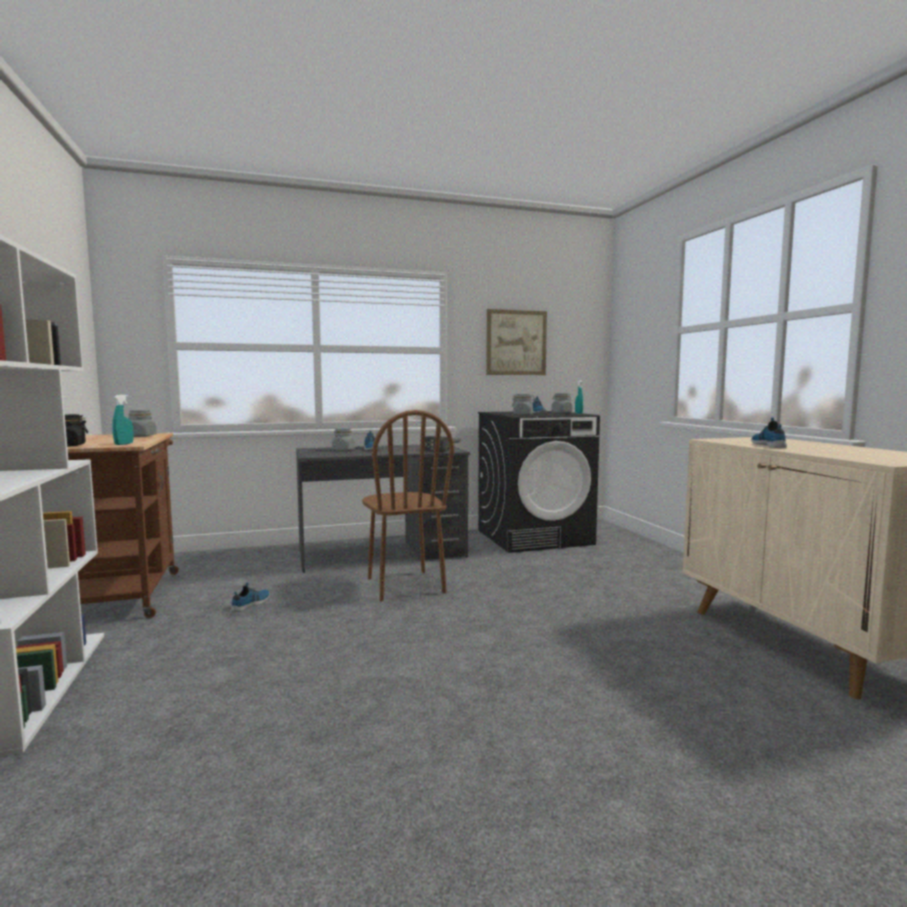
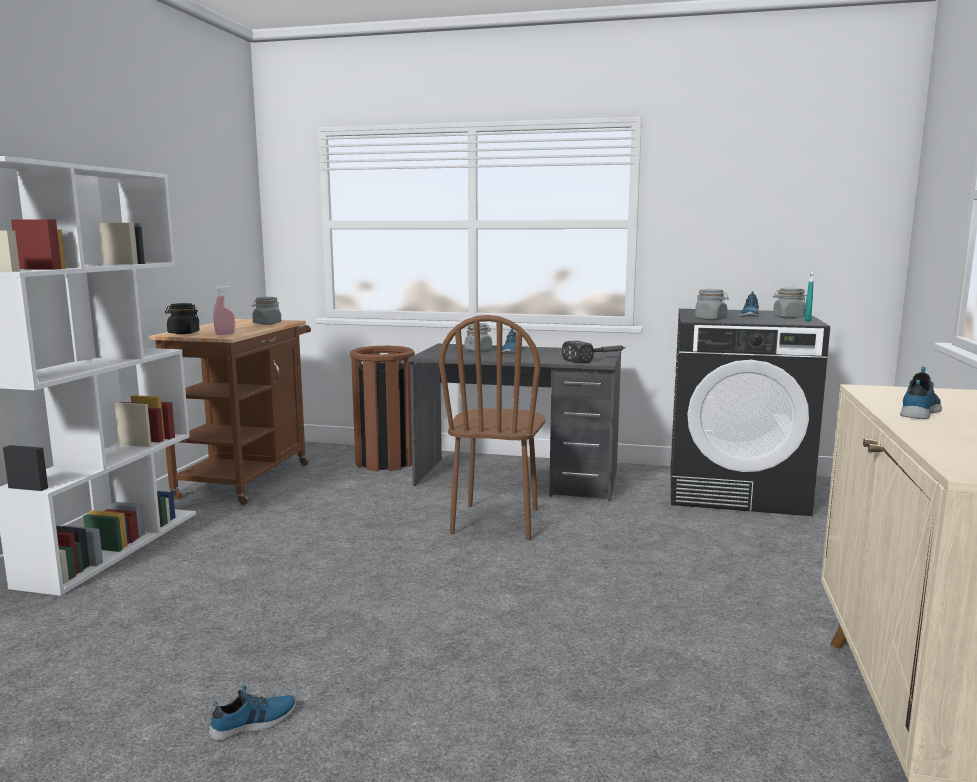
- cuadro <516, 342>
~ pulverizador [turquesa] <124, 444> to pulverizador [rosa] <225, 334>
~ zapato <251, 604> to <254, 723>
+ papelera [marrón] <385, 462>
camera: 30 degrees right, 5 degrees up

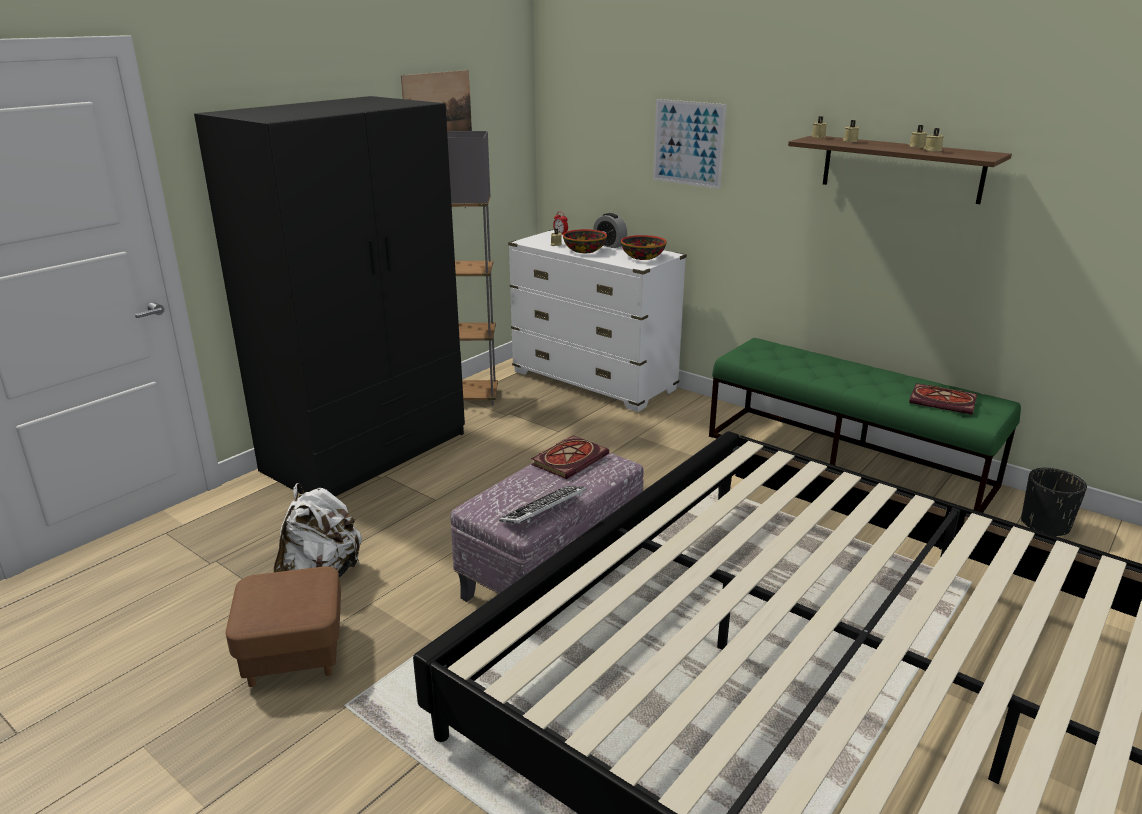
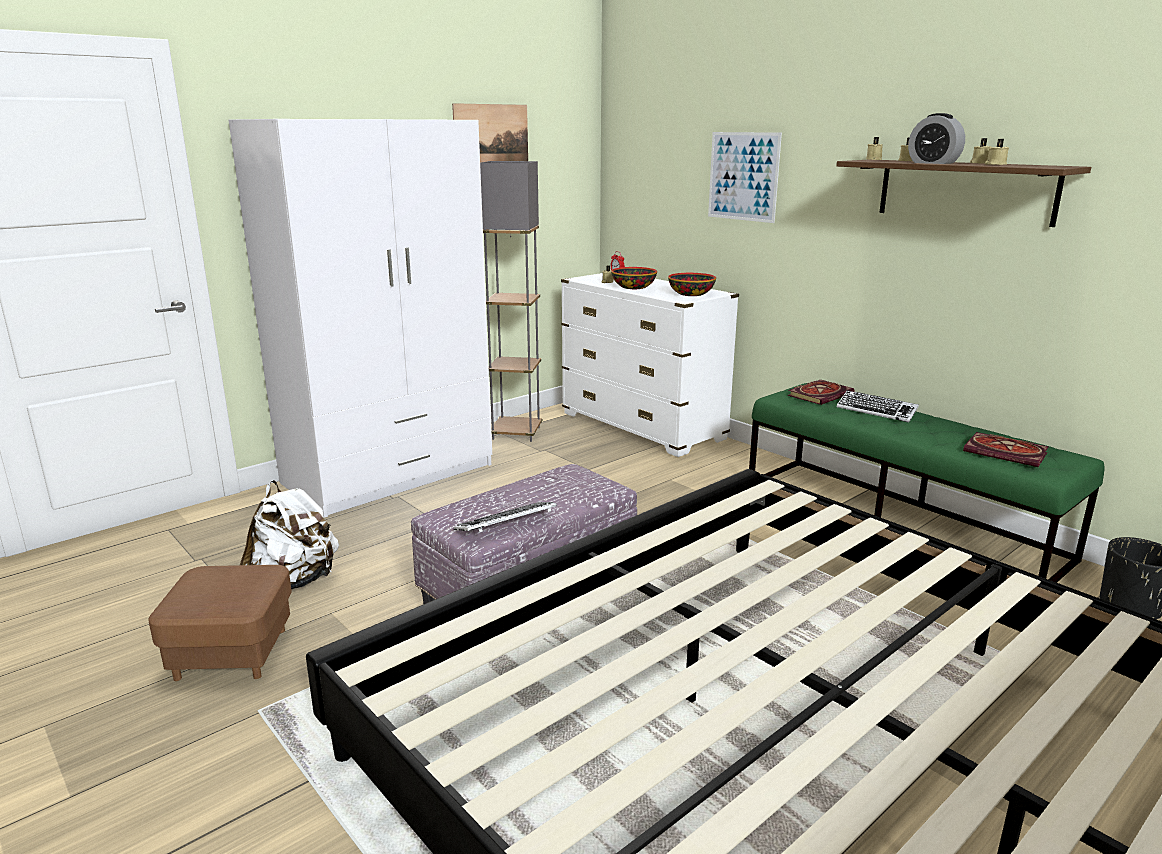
~ armario ropero [negro] <367, 452> to armario ropero [blanco] <390, 474>
~ despertador <609, 245> to <933, 163>
~ libro <570, 459> to <820, 394>
+ teclado <876, 411>
camera: 10 degrees right, 5 degrees down

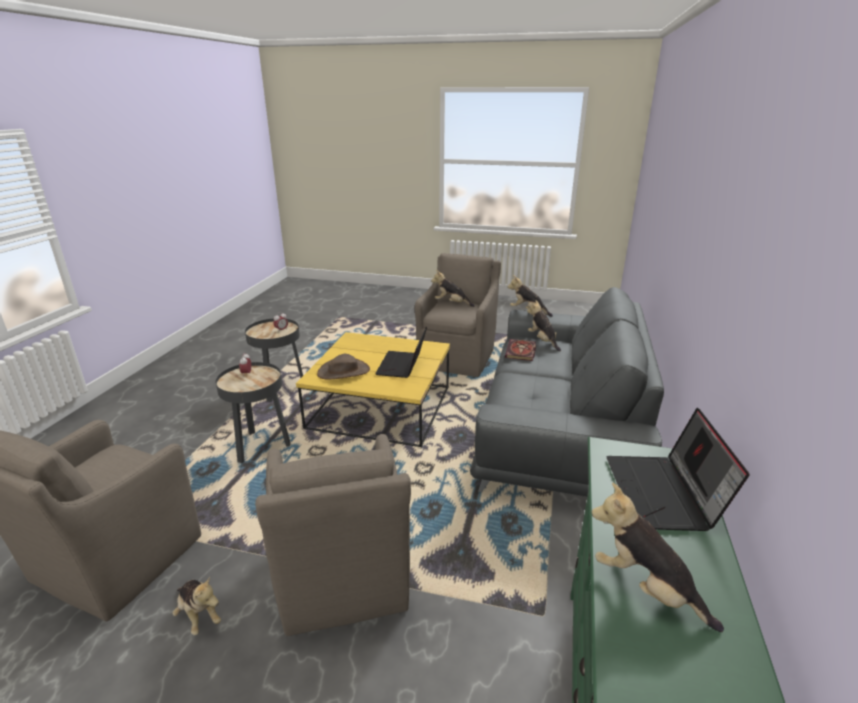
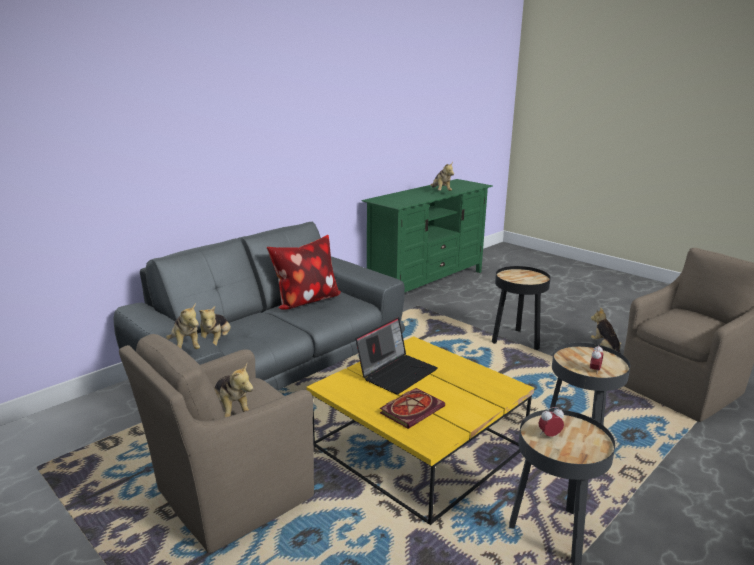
~ libro <521, 352> to <412, 409>
- sombrero [marrón] <343, 371>
- portátil <664, 494>
~ sillón [marrón] <342, 579> to mesa auxiliar [negro] <516, 340>
+ cojín <306, 301>
camera: 150 degrees left, 5 degrees down

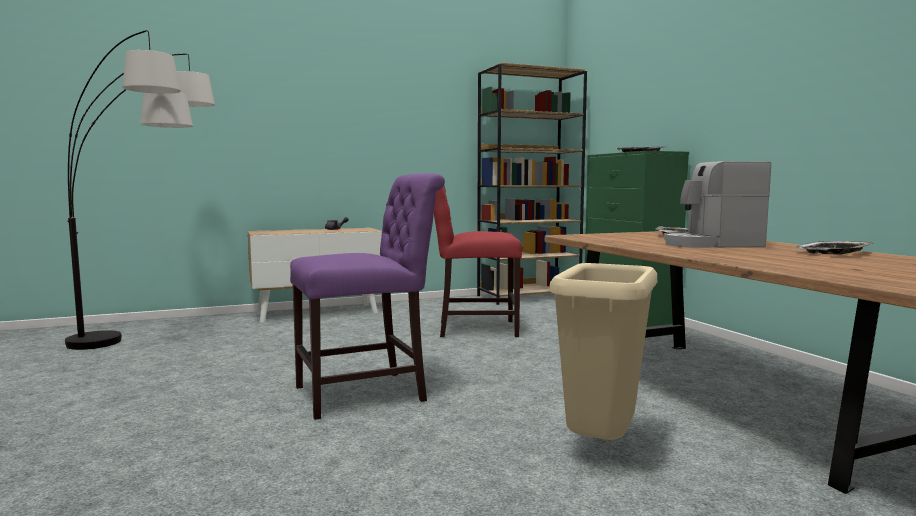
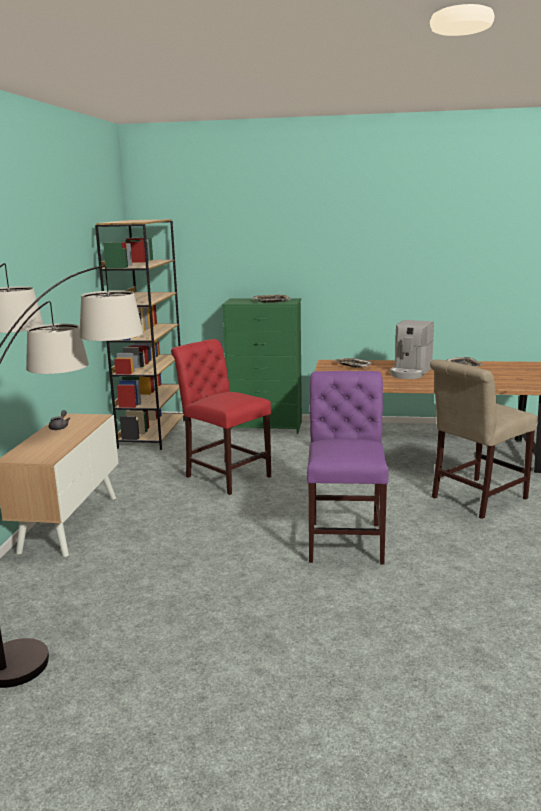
~ silla [rojo] <472, 328> = <225, 475> 105 degrees clockwise
~ papelera [beis] <599, 446> to silla [beis] <475, 499>
camera: 60 degrees left, 10 degrees up

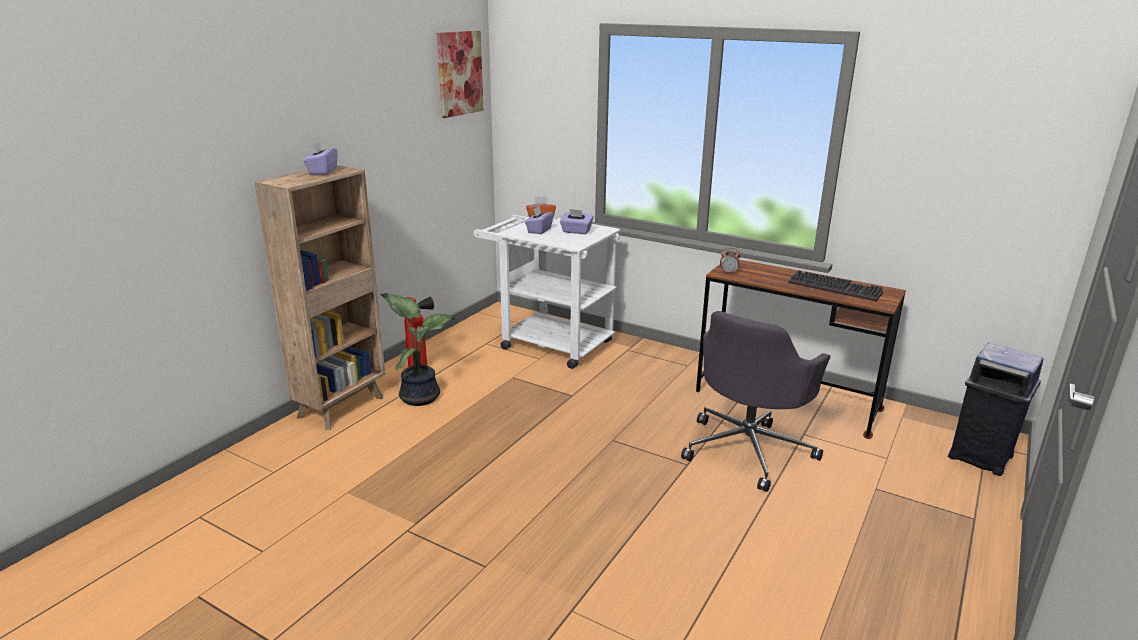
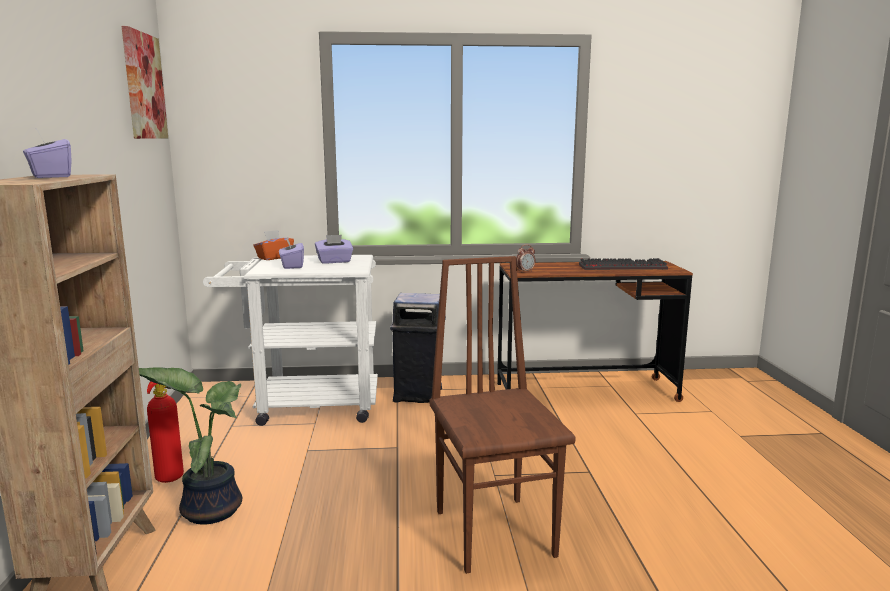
- silla de oficina [gris] <748, 449>
~ papelera [azul] <981, 457> to <419, 395>
+ silla [marrón] <496, 532>
camera: 35 degrees left, 10 degrees down

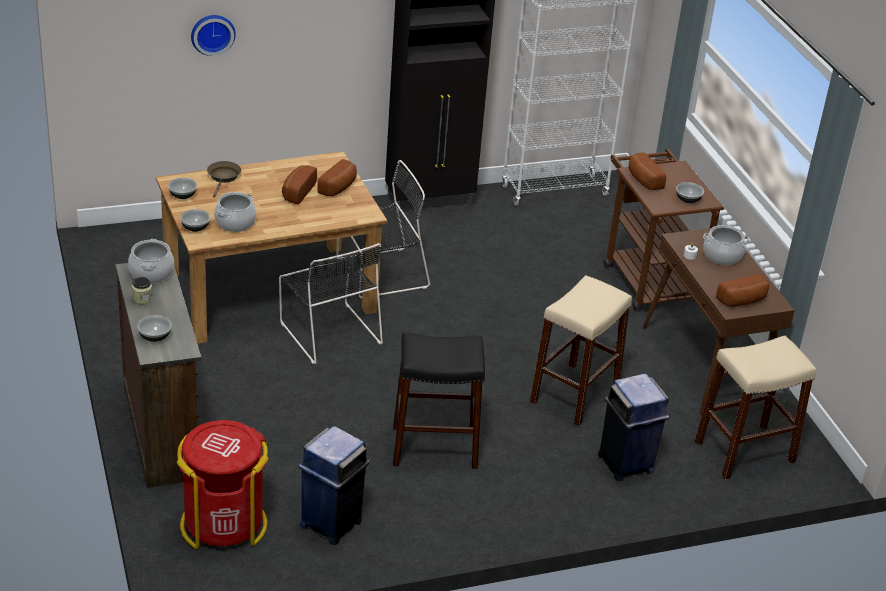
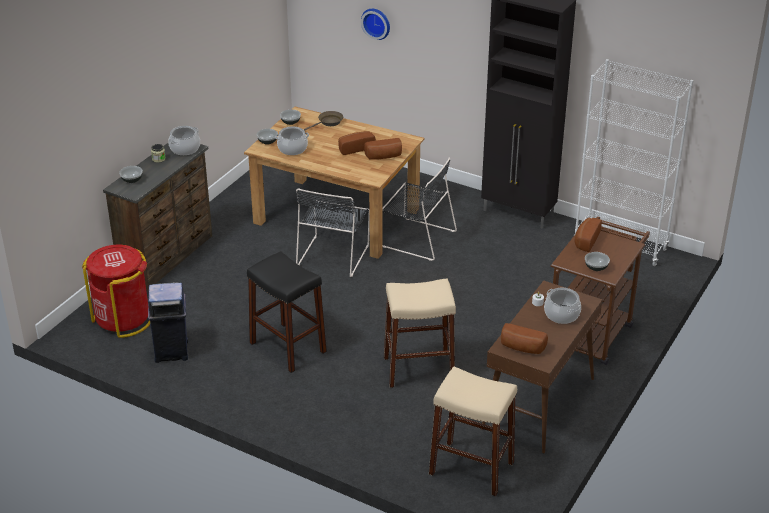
- papelera [azul] <626, 464>
camera: 50 degrees right, 0 degrees up

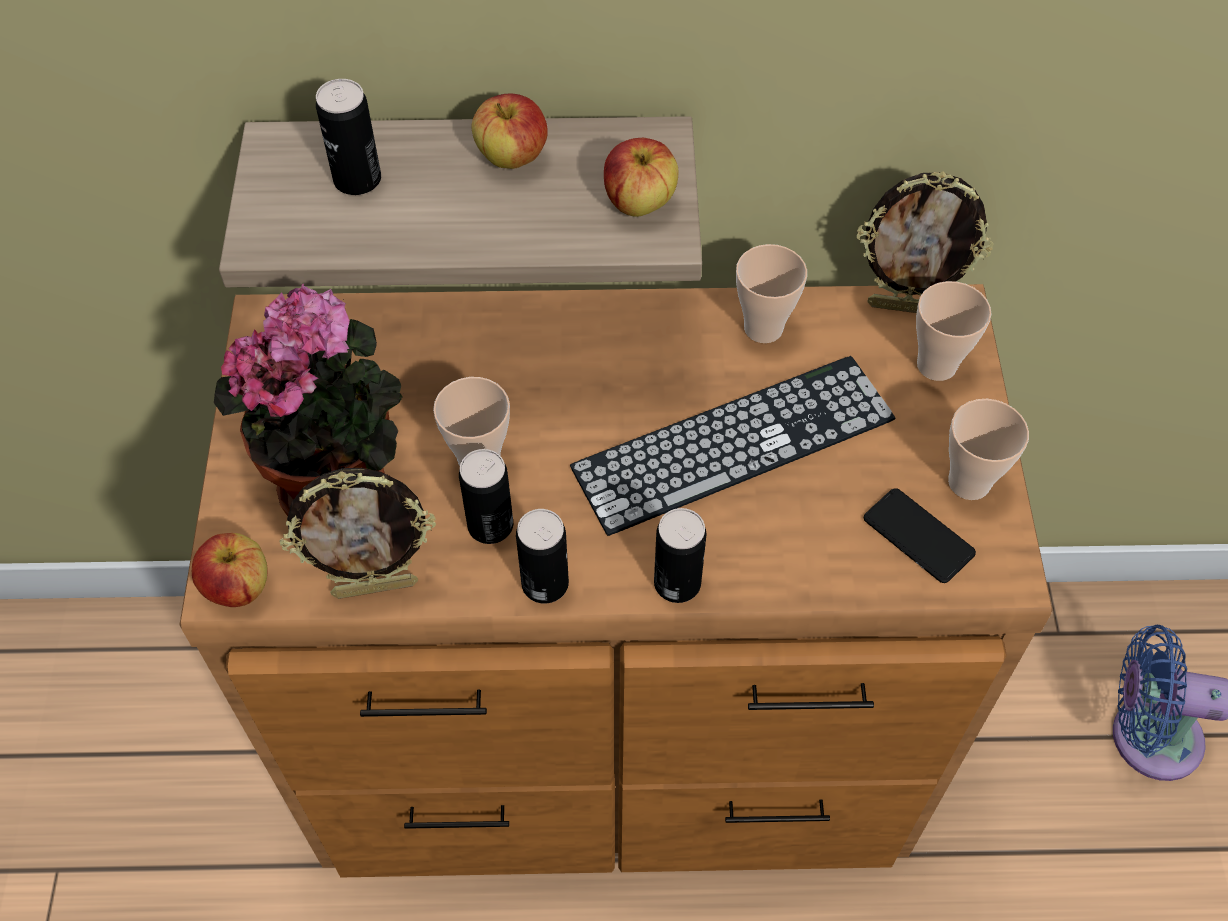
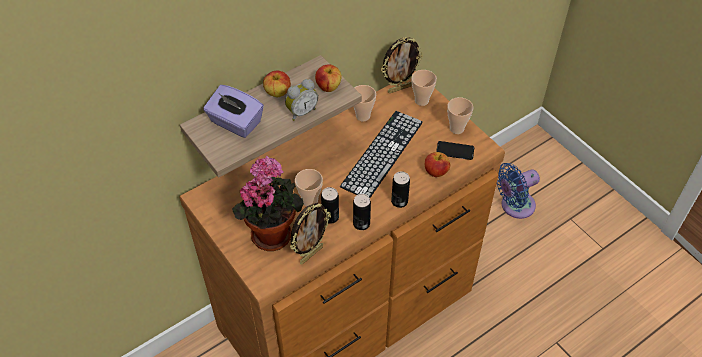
~ lata <357, 179> to caja de pañuelos [morado] <235, 123>
~ manzana <238, 587> to <436, 172>
+ despertador <301, 112>
camera: 35 degrees left, 5 degrees down

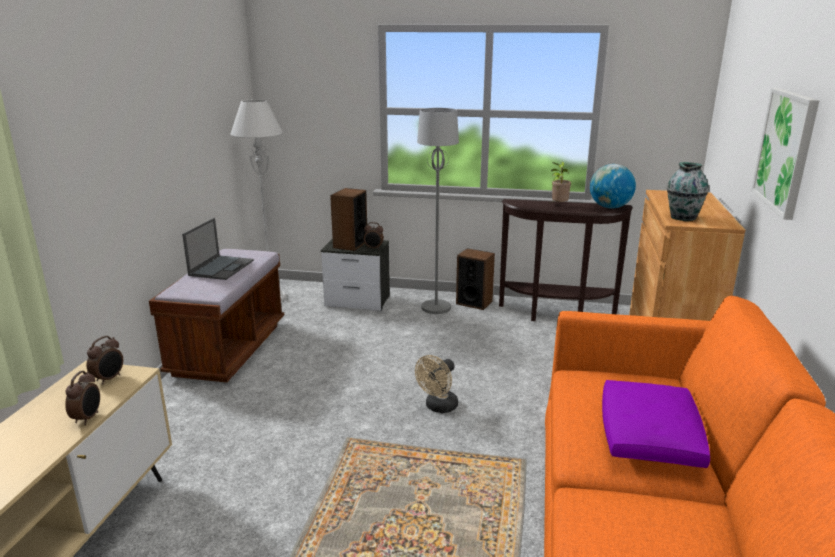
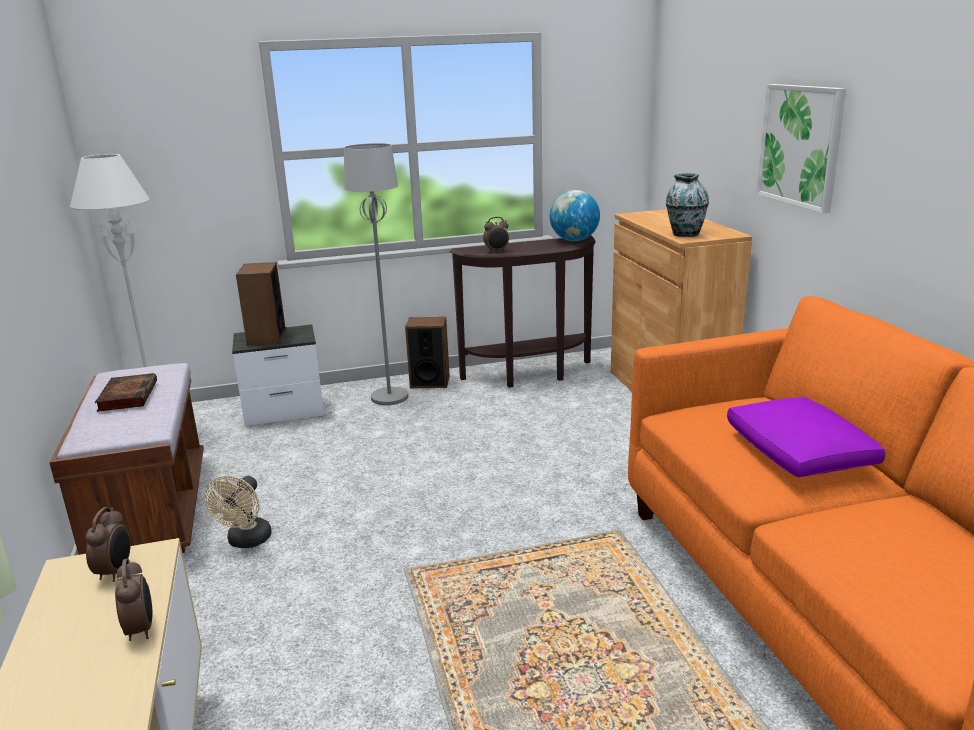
- planta en maceta <558, 206>
~ portátil <222, 267> to libro <128, 396>
~ despertador <373, 248> to <496, 251>
~ ventilador [beis] <438, 407> to <246, 541>
camera: 25 degrees left, 0 degrees up

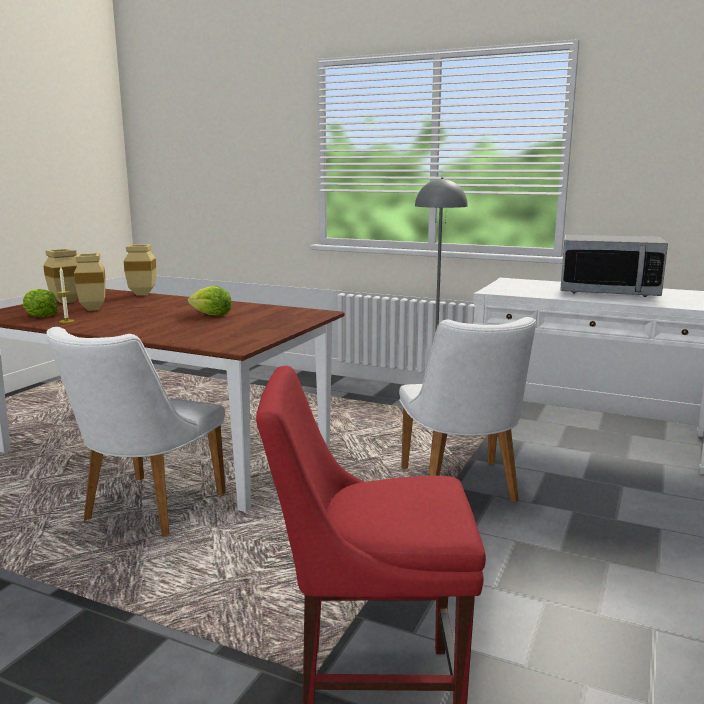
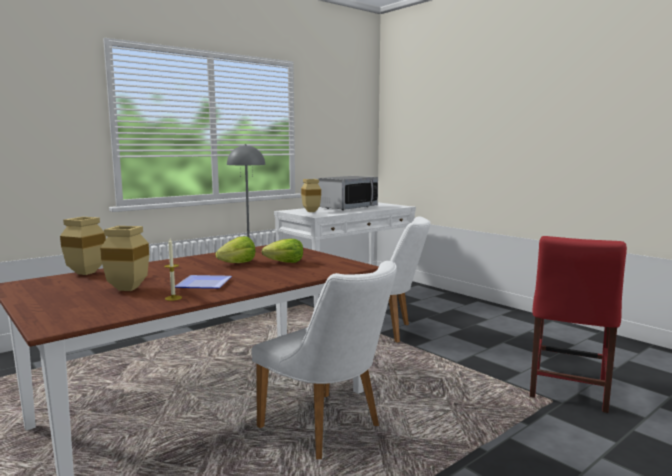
~ florero [beis] <67, 301> to <310, 211>
~ lechuga <40, 315> to <285, 262>
+ plato <202, 285>
camera: 65 degrees left, 5 degrees down

